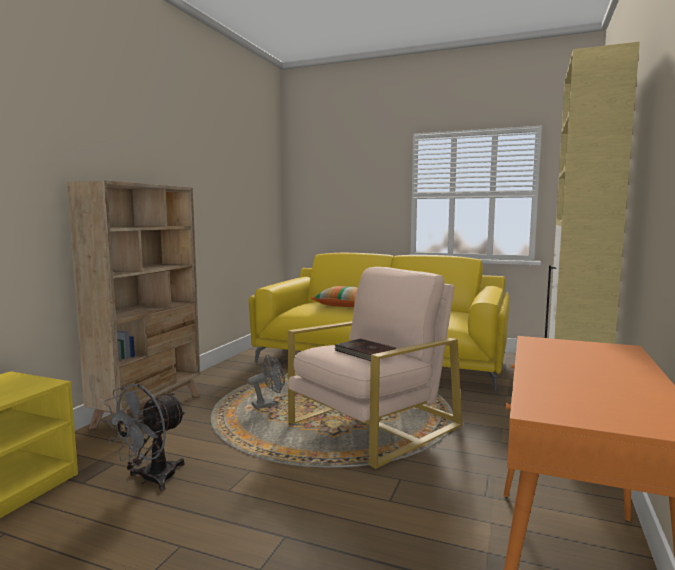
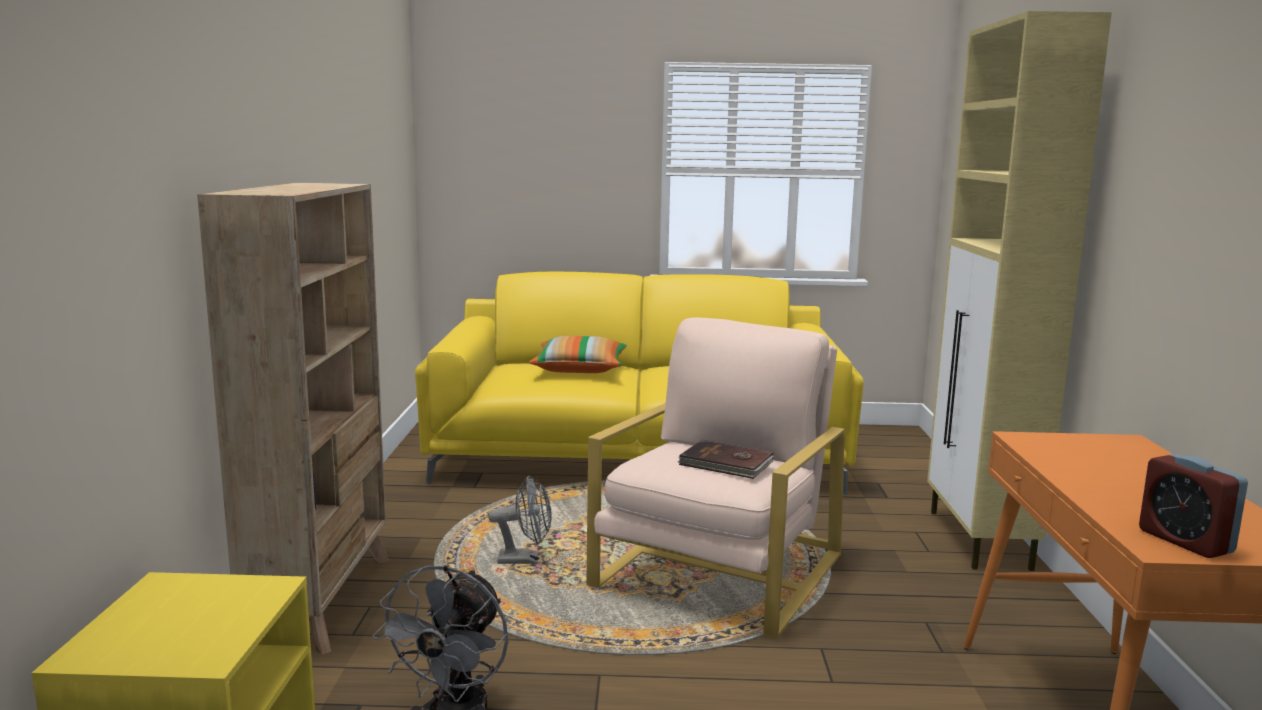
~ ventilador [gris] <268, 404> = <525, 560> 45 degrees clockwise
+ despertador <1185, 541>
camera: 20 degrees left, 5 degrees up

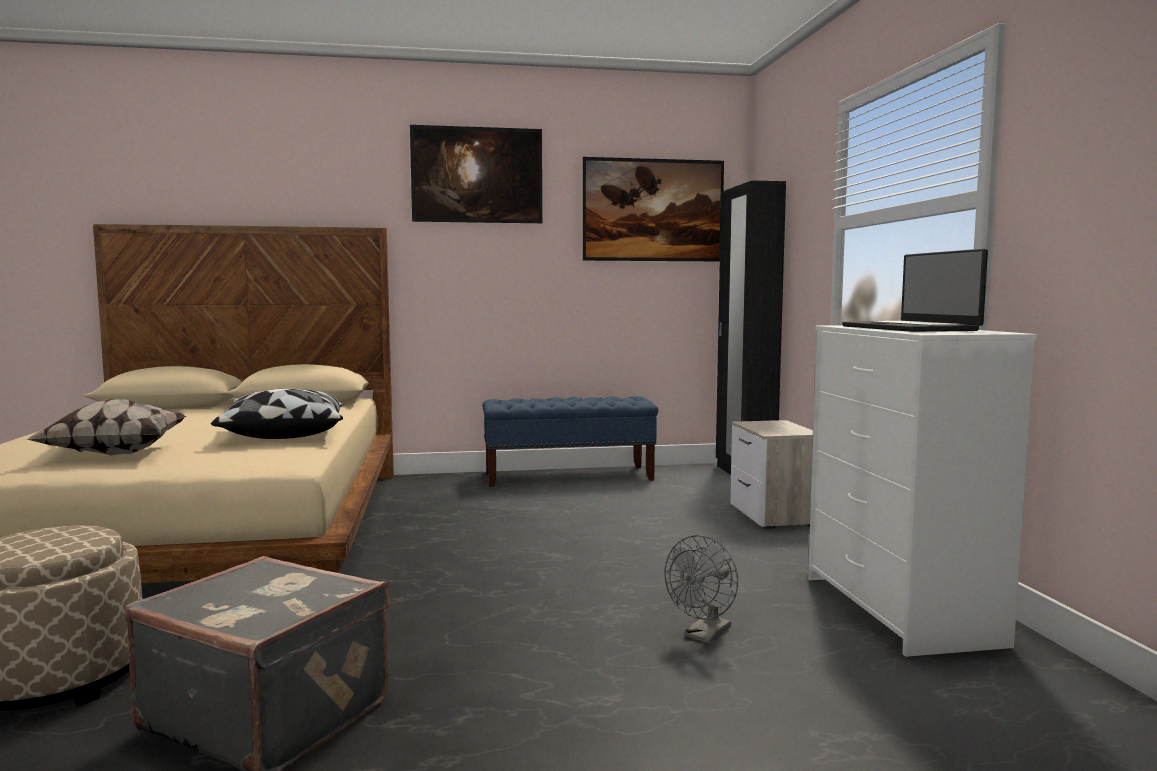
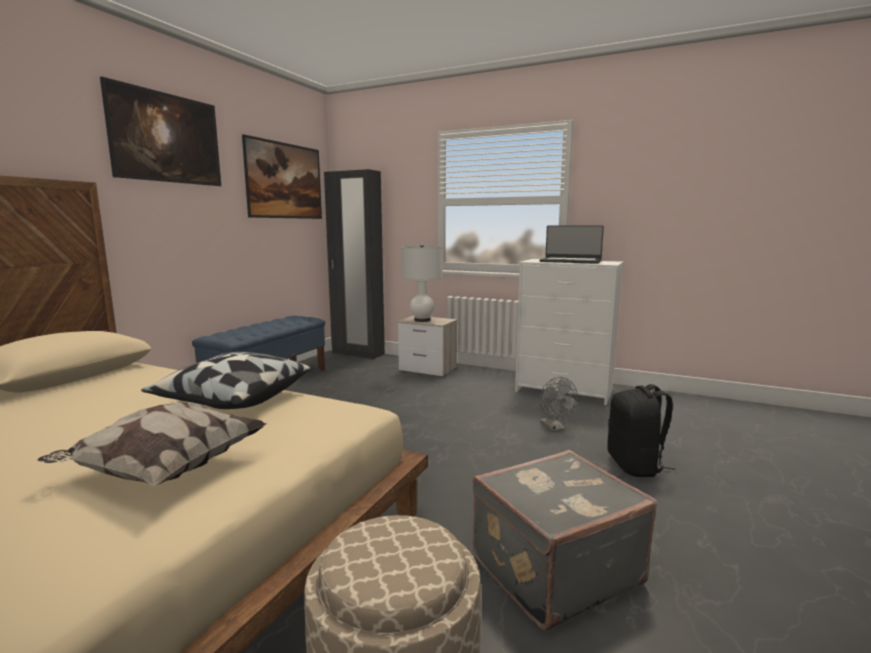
+ lámpara de mesa [blanco] <422, 320>
+ mochila [negro] <635, 466>
camera: 55 degrees left, 5 degrees up

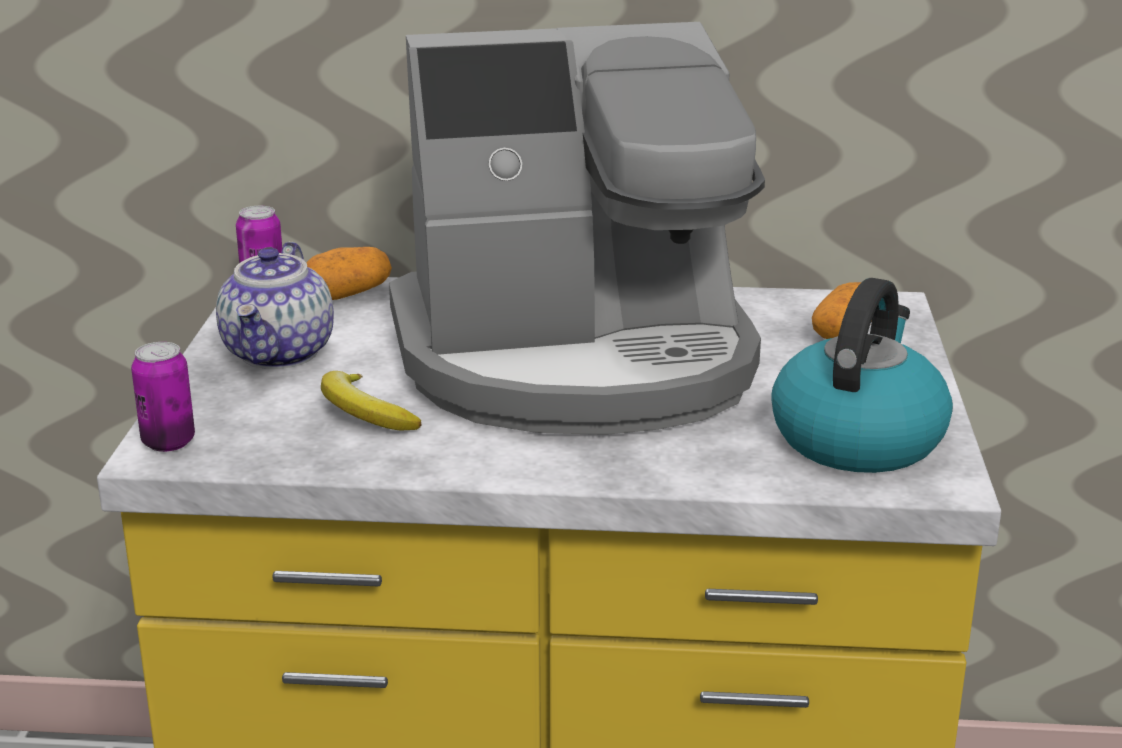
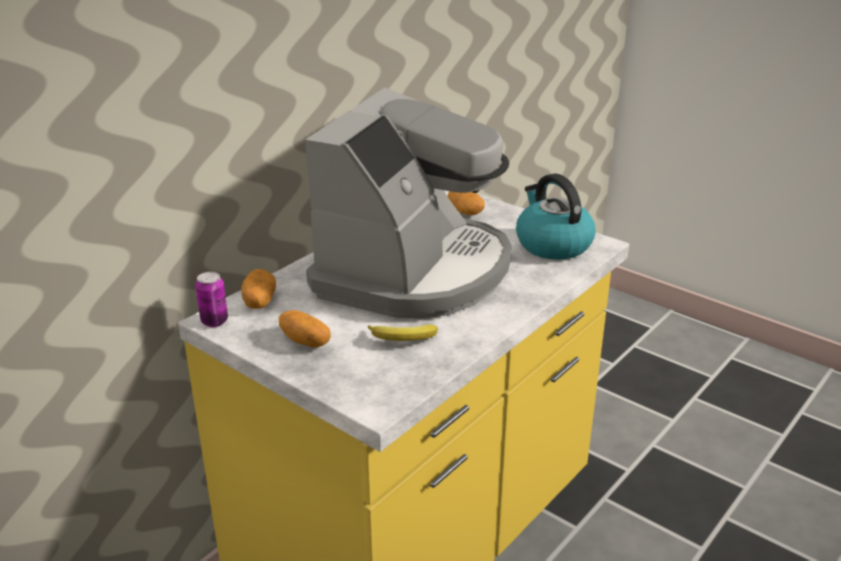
~ tetera <280, 354> to patata <305, 341>
- lata <168, 442>
camera: 55 degrees left, 5 degrees up

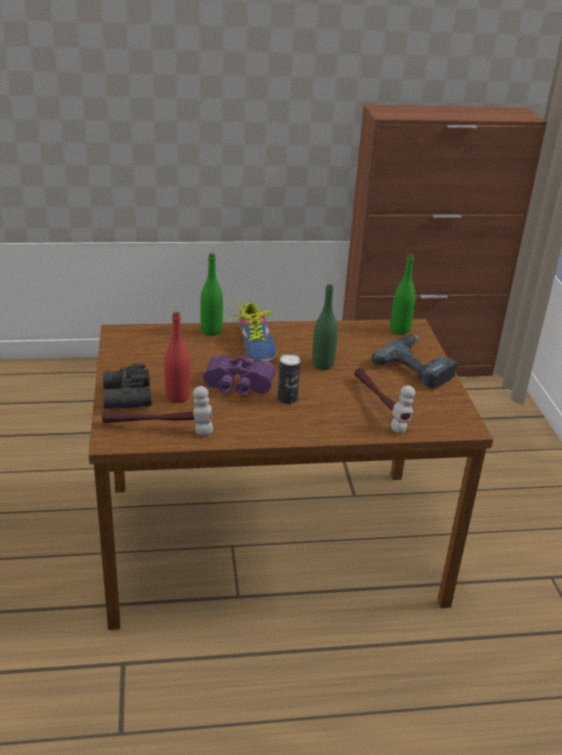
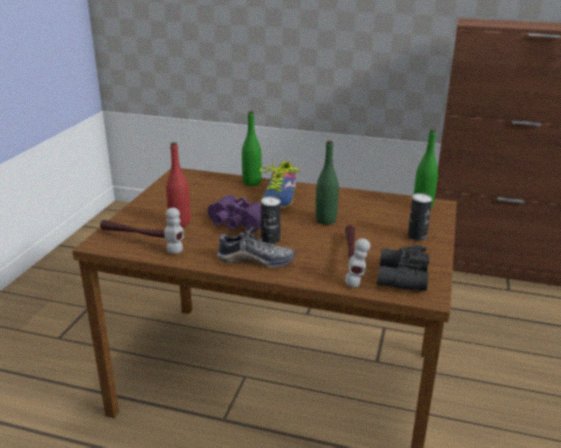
~ taladro <417, 366> to lata <417, 236>
~ prismáticos [negro] <125, 397> to <400, 278>
+ zapato <256, 260>
camera: 25 degrees right, 5 degrees down

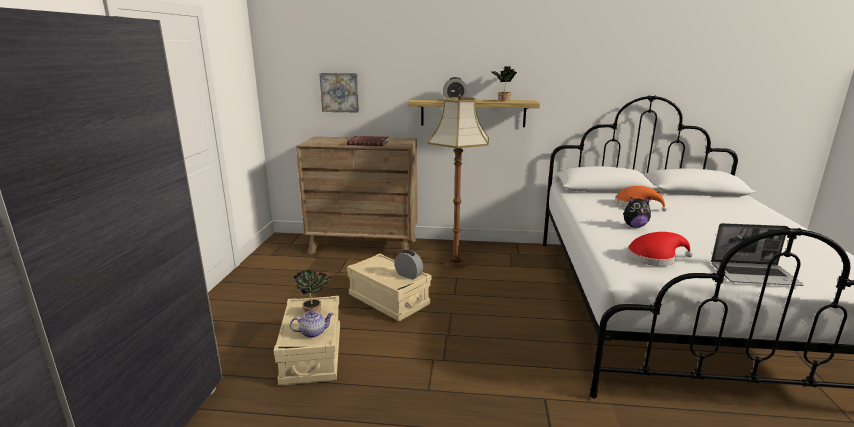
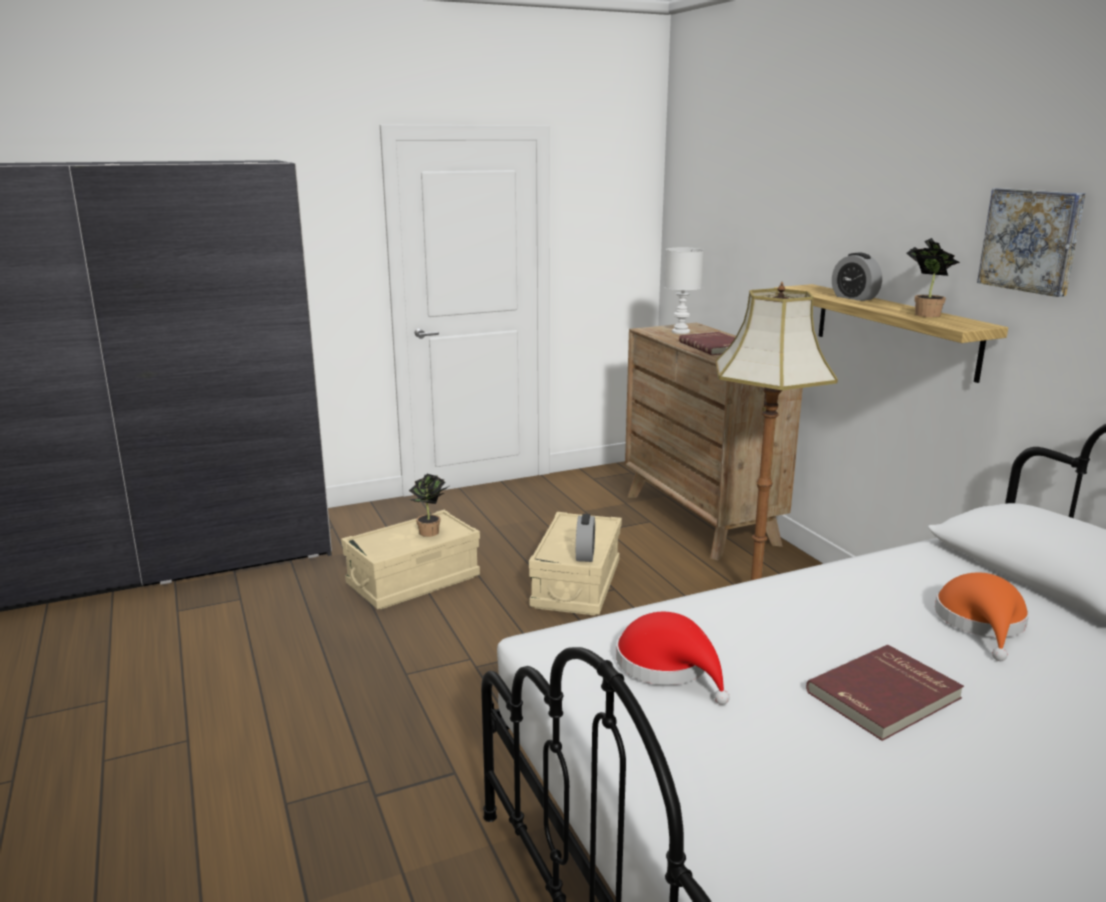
~ cuadro <340, 92> to <1032, 240>
- peluche <634, 226>
- portátil <754, 275>
- tetera <313, 332>
+ lámpara de mesa [blanco] <680, 332>
+ libro [rojo] <885, 696>
camera: 60 degrees right, 0 degrees up

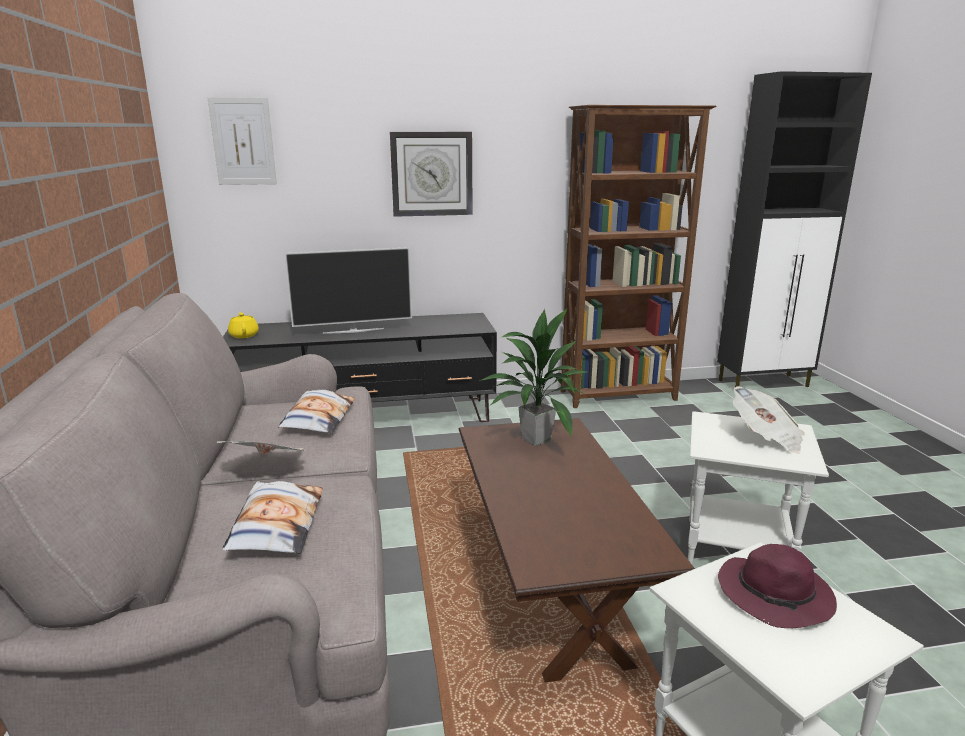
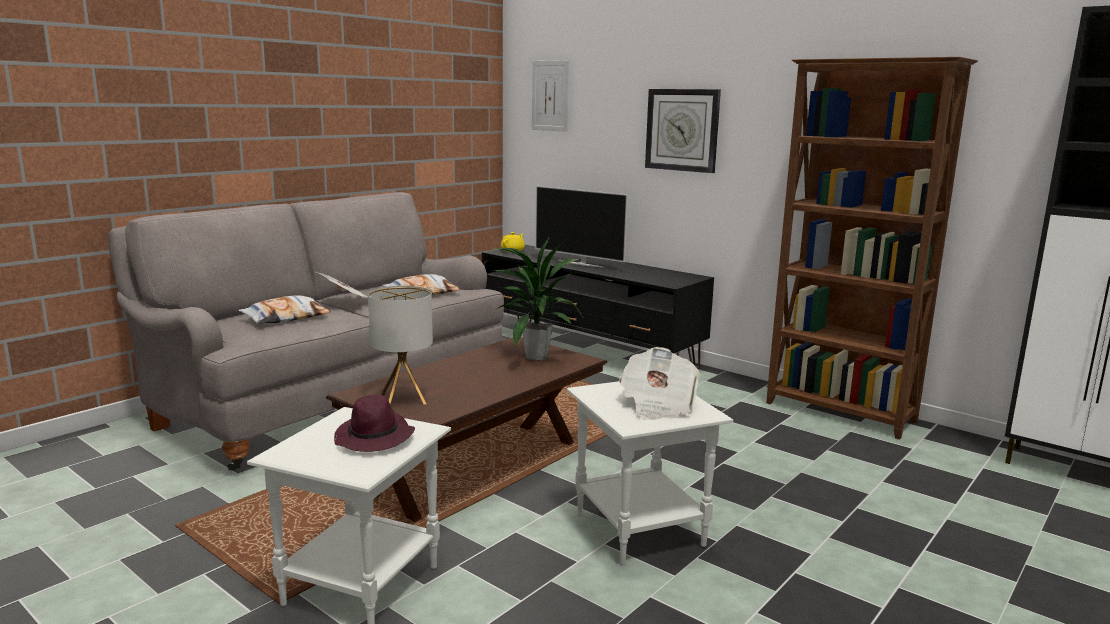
+ lámpara de mesa <403, 399>
camera: 50 degrees right, 5 degrees down

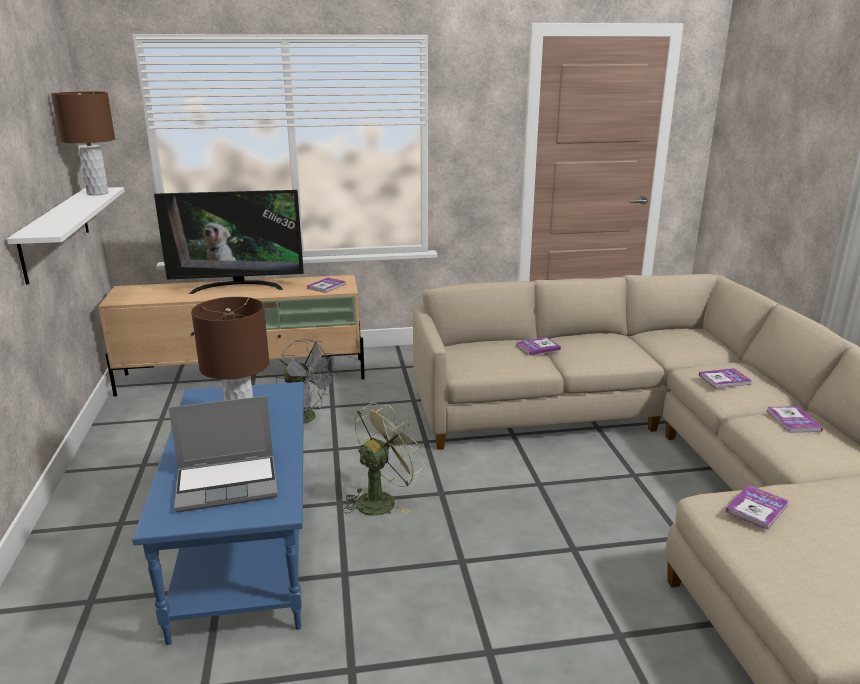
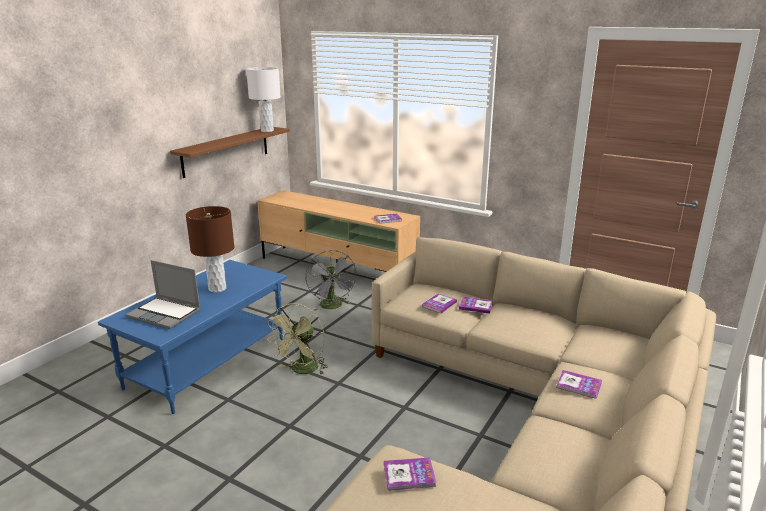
~ lámpara de mesa [marrón] <98, 193> to lámpara de mesa [blanco] <267, 131>
~ estante [blanco] <55, 232> to estante [marrón] <226, 151>
- televisor <238, 287>
~ ventilador [verde] <381, 499> = <302, 370> 120 degrees clockwise
~ libro <793, 421> to <439, 304>
camera: 40 degrees right, 0 degrees up

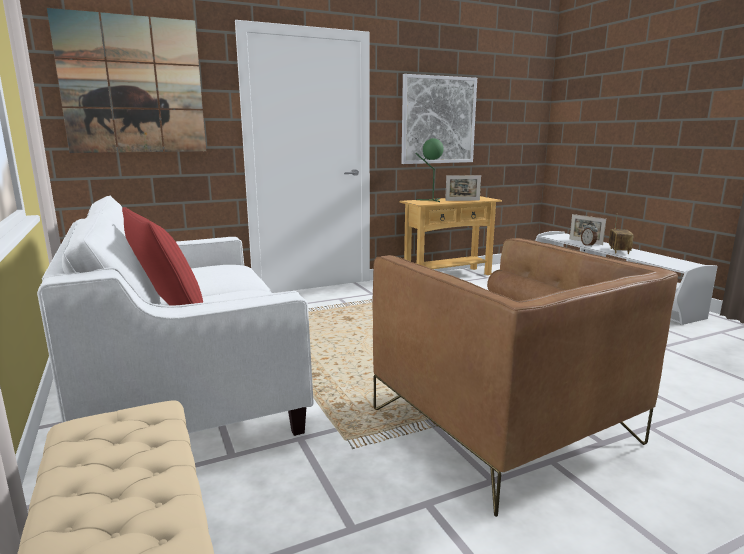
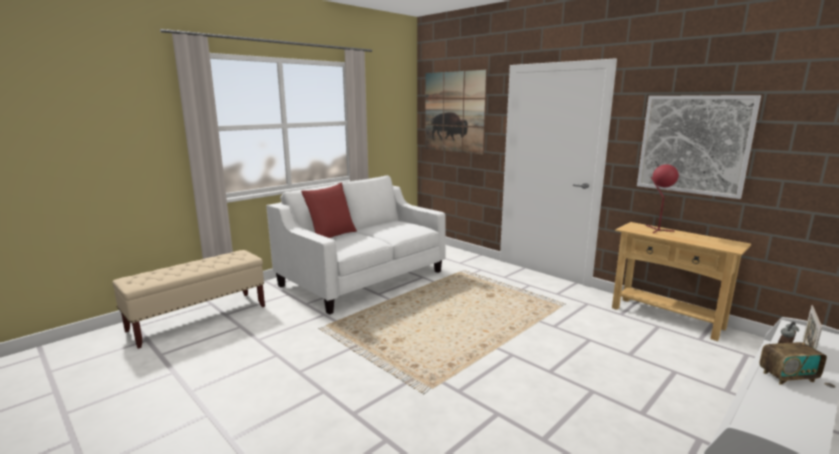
~ lámpara de mesa [verde] <430, 200> to lámpara de mesa [rojo] <656, 229>
- portarretratos <462, 200>
- sillón [marrón] <502, 426>
camera: 70 degrees right, 0 degrees up

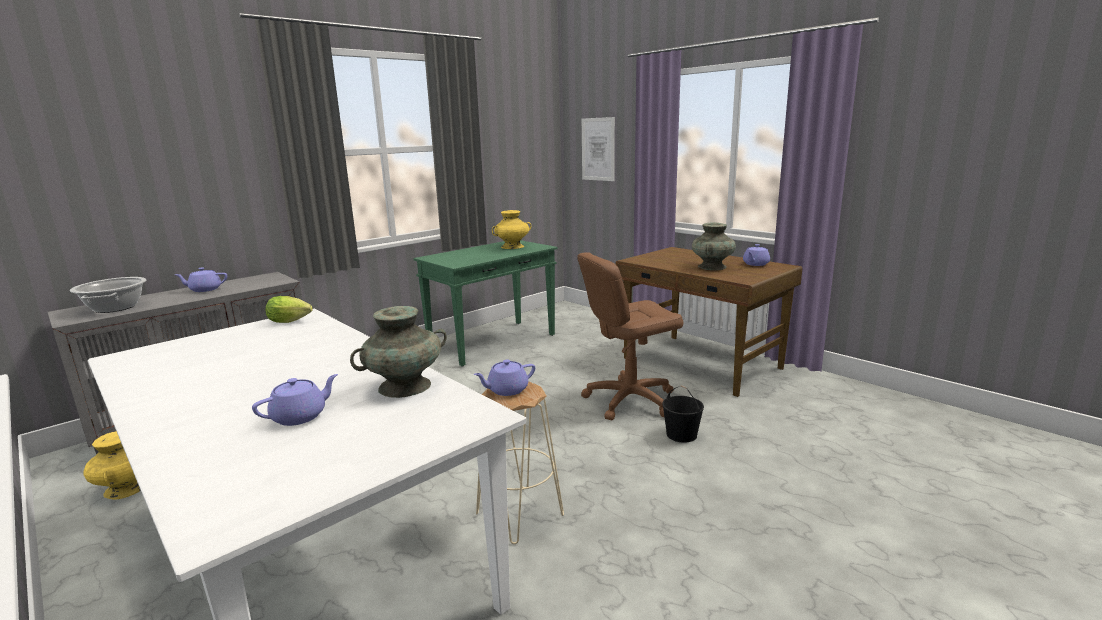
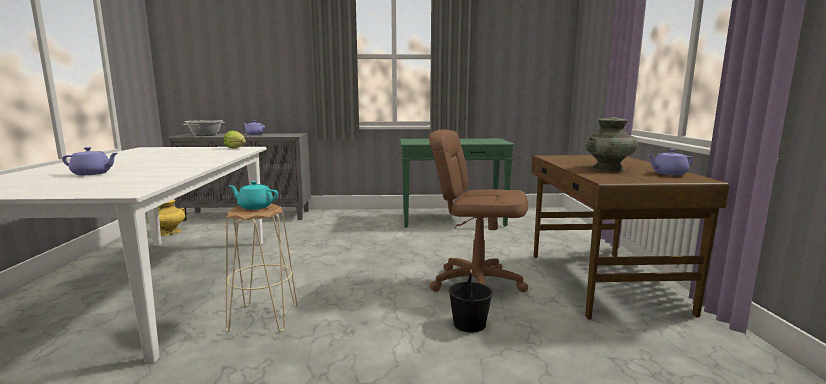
- cuadro <598, 149>
- florero [amarillo] <512, 246>
- florero [turquesa] <405, 386>
~ tetera [morado] <506, 390> to tetera [turquesa] <254, 207>
camera: 40 degrees right, 5 degrees down

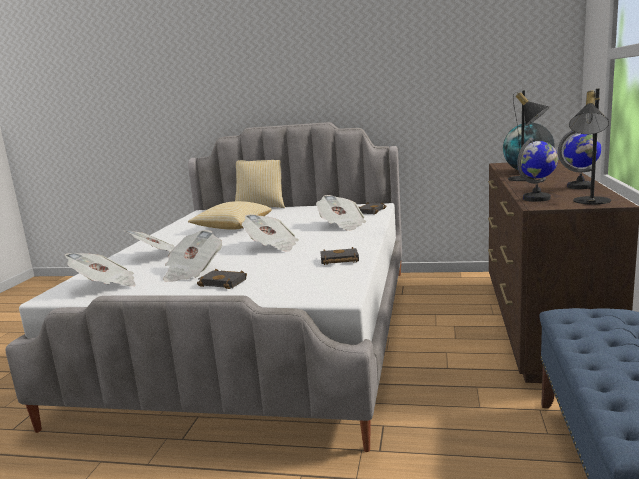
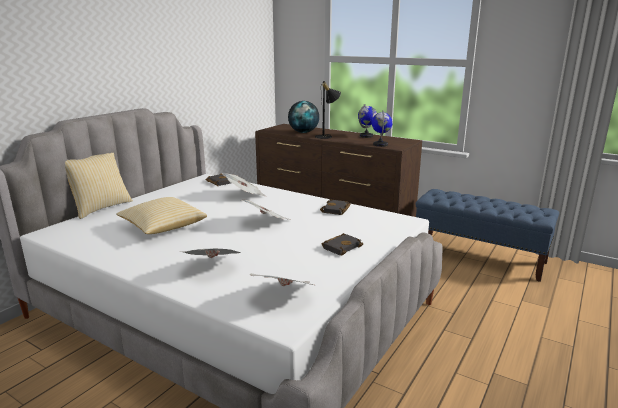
- lámpara de mesa [negro] <588, 202>
- periódico <192, 272>
camera: 70 degrees left, 5 degrees up

